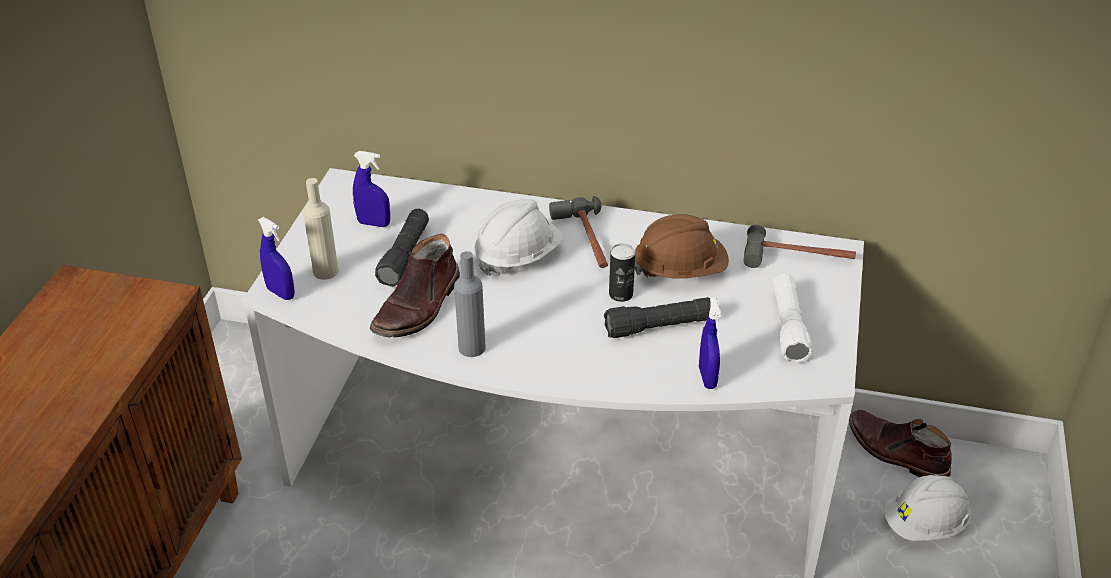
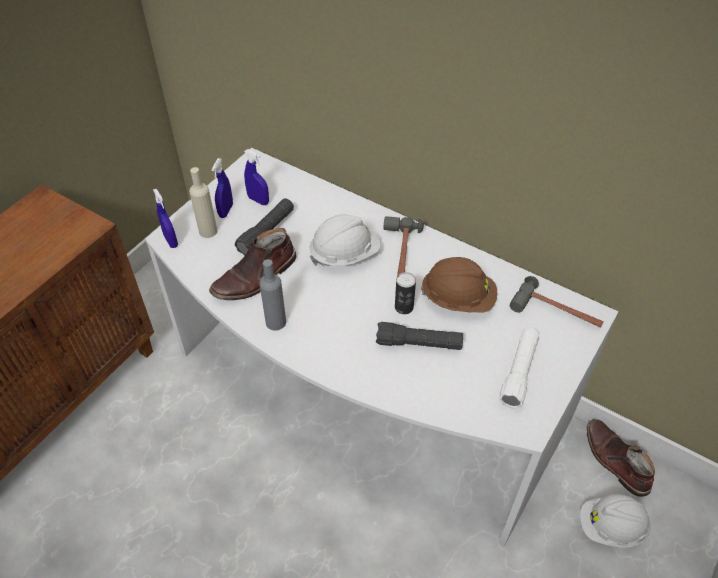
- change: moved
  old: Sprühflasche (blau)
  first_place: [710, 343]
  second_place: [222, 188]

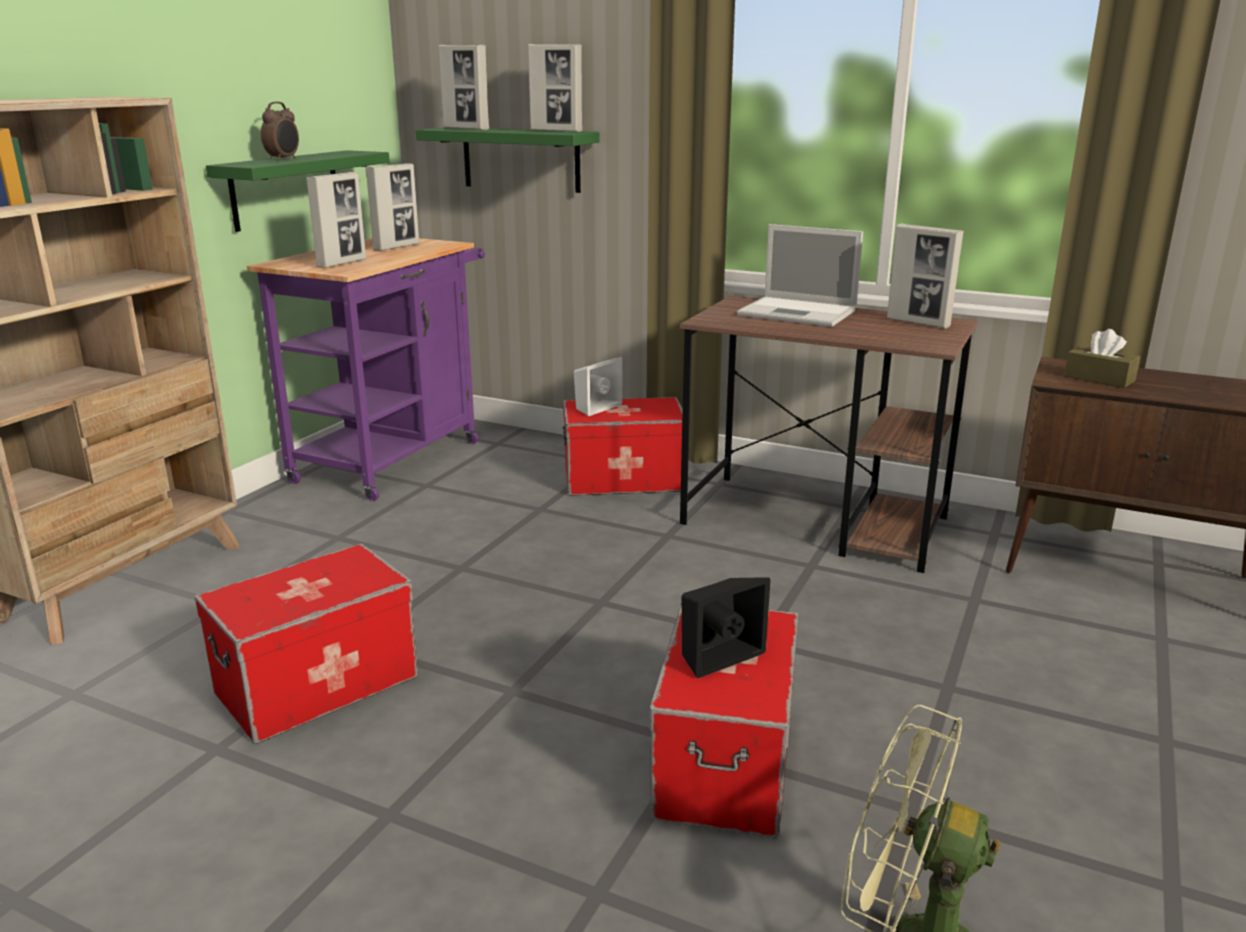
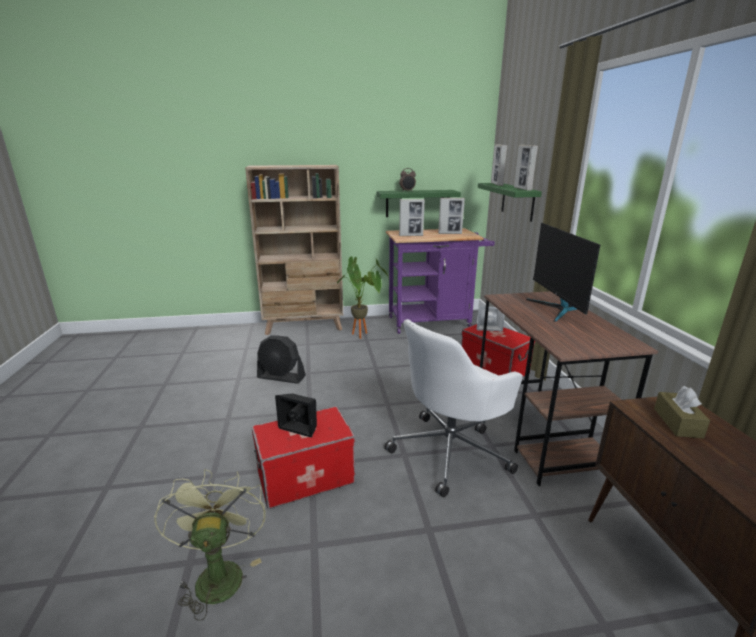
- change: replaced
  old: Aufbewahrungsbox
  new: Ventilator (schwarz)
  first_place: [306, 644]
  second_place: [281, 359]
- change: replaced
  old: Laptop
  new: Monitor
  first_place: [800, 275]
  second_place: [563, 272]
- change: removed
  old: Bilderrahmen
  first_place: [925, 276]
- change: added
  new: Topfpflanze
  second_place: [363, 297]
- change: added
  new: Bürostuhl (weiß)
  second_place: [453, 408]

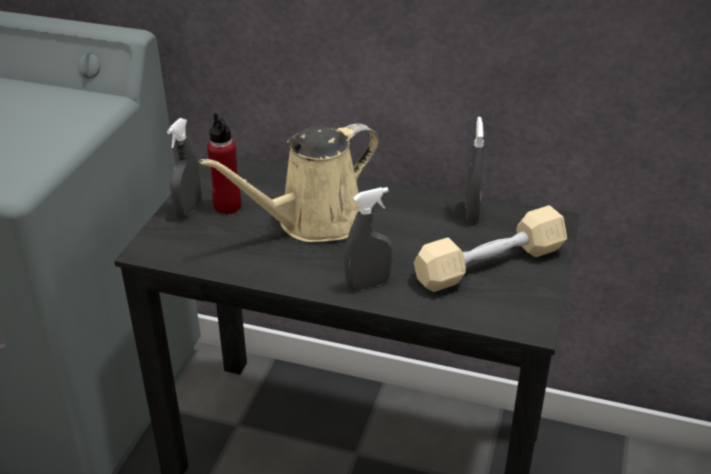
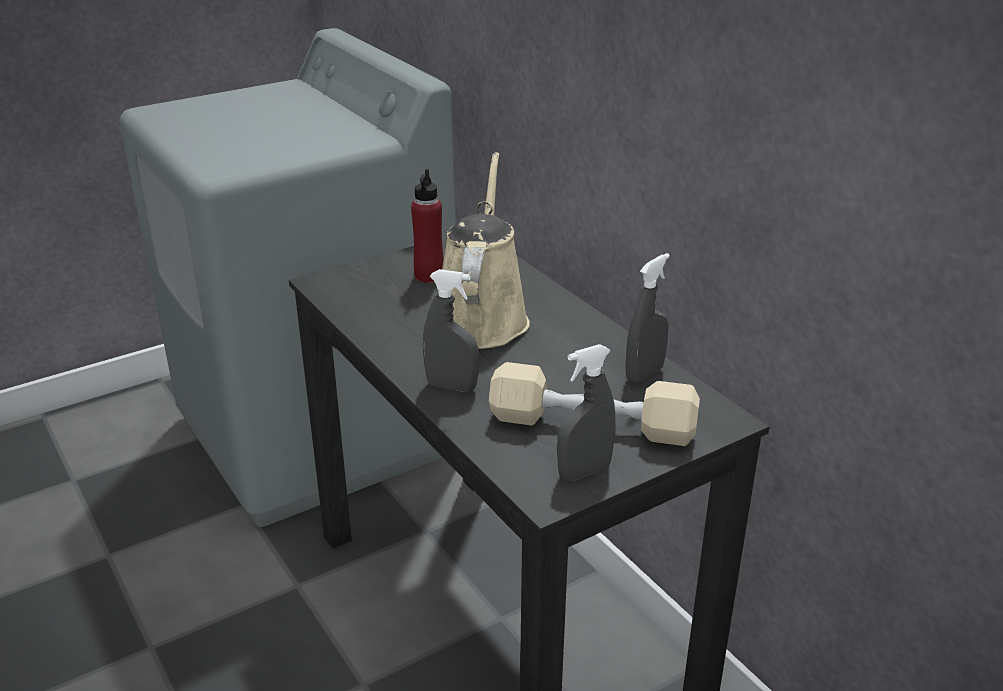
- change: moved
  old: Sprühflasche (grau)
  first_place: [184, 168]
  second_place: [586, 412]
- change: turned
  old: Gießkanne (beige)
  first_place: [289, 182]
  second_place: [486, 250]
  degrees: 90

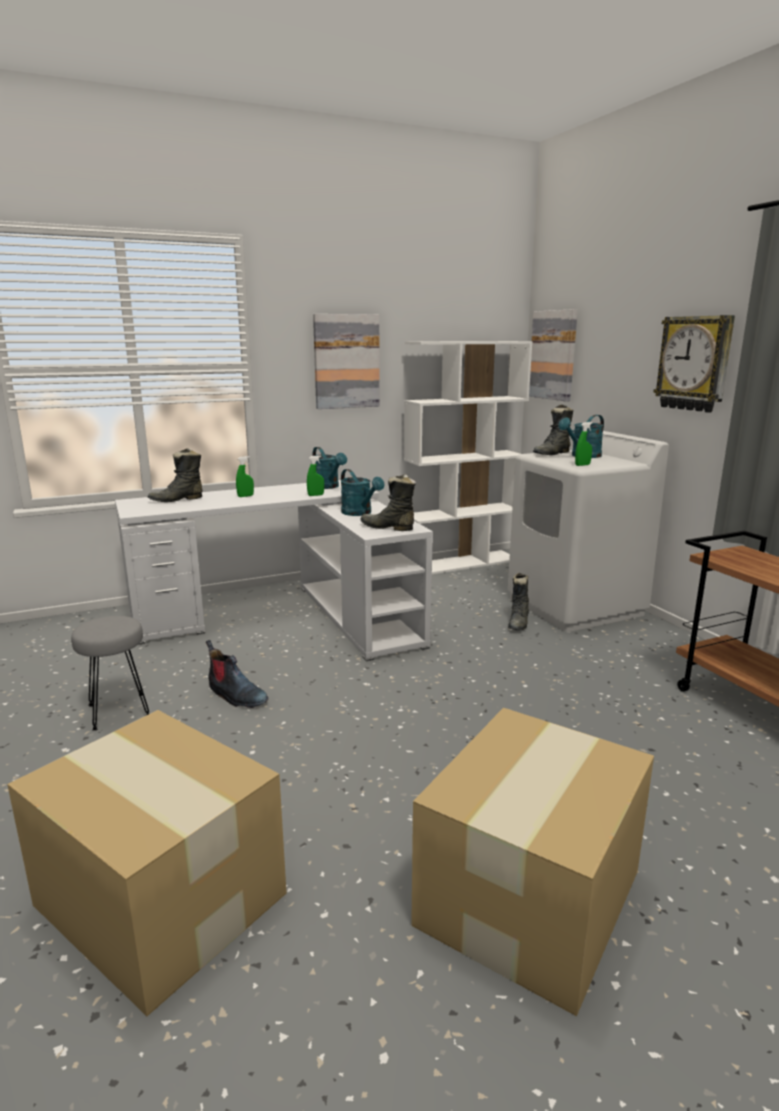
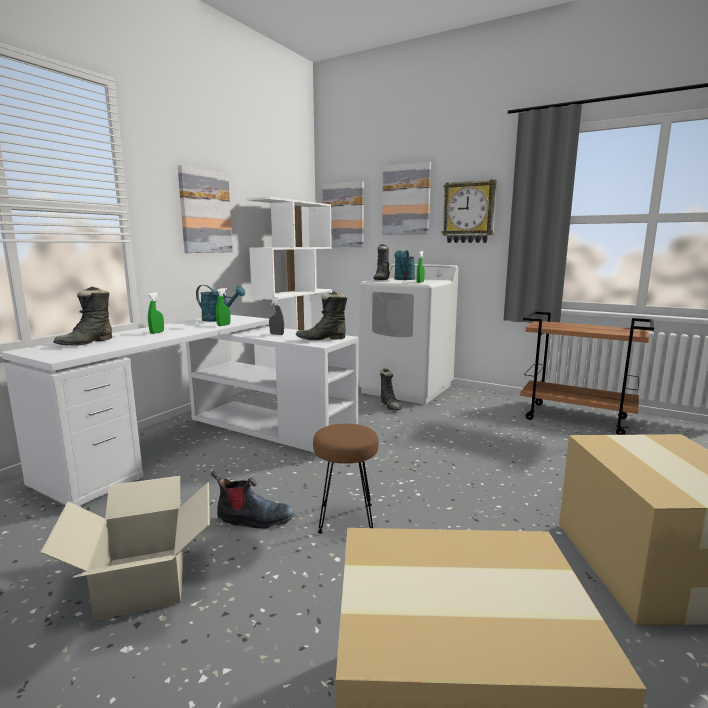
- change: replaced
  old: Hocker (grau)
  new: Karton
  first_place: [110, 673]
  second_place: [125, 548]
- change: replaced
  old: Gießkanne (türkis)
  new: Sprühflasche (grau)
  first_place: [362, 492]
  second_place: [276, 316]
- change: added
  new: Hocker (braun)
  second_place: [346, 479]
- change: added
  new: Bild
  second_place: [406, 198]

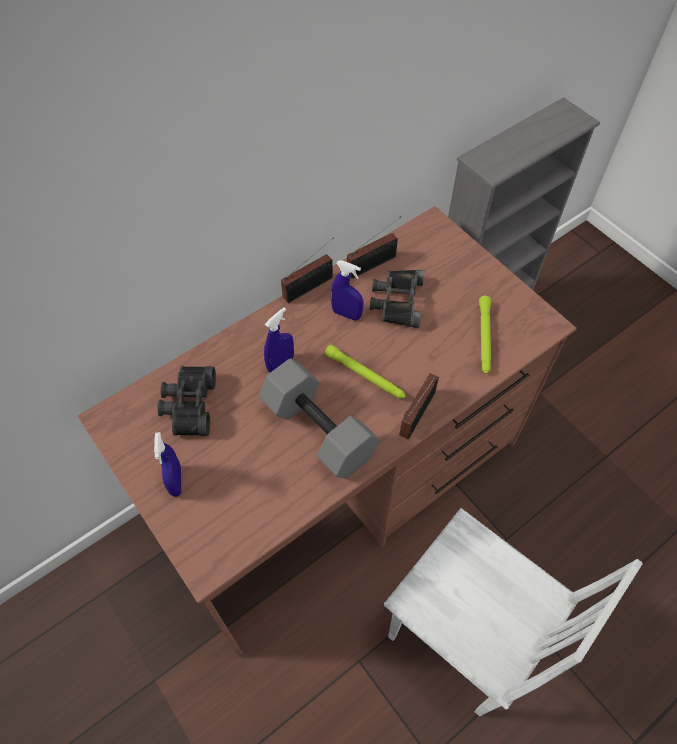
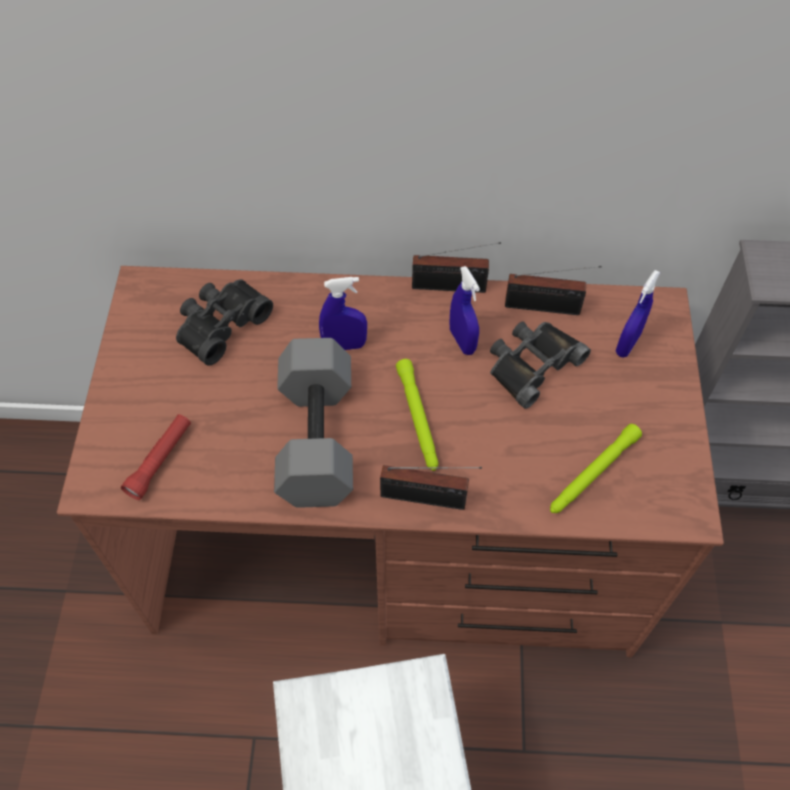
- change: moved
  old: Sprühflasche (blau)
  first_place: [168, 464]
  second_place: [638, 313]
- change: turned
  old: Radio
  first_place: [419, 406]
  second_place: [431, 487]
  degrees: -150
- change: added
  new: Taschenlampe (rot)
  second_place: [156, 457]

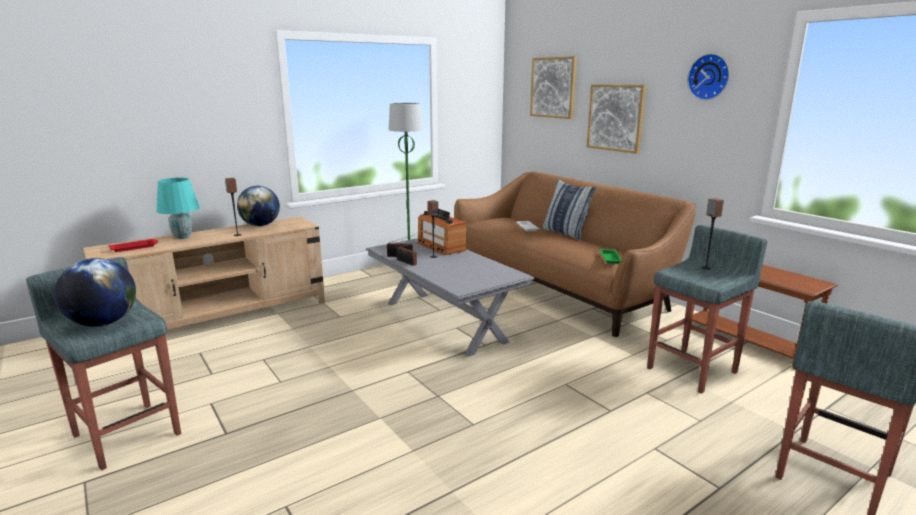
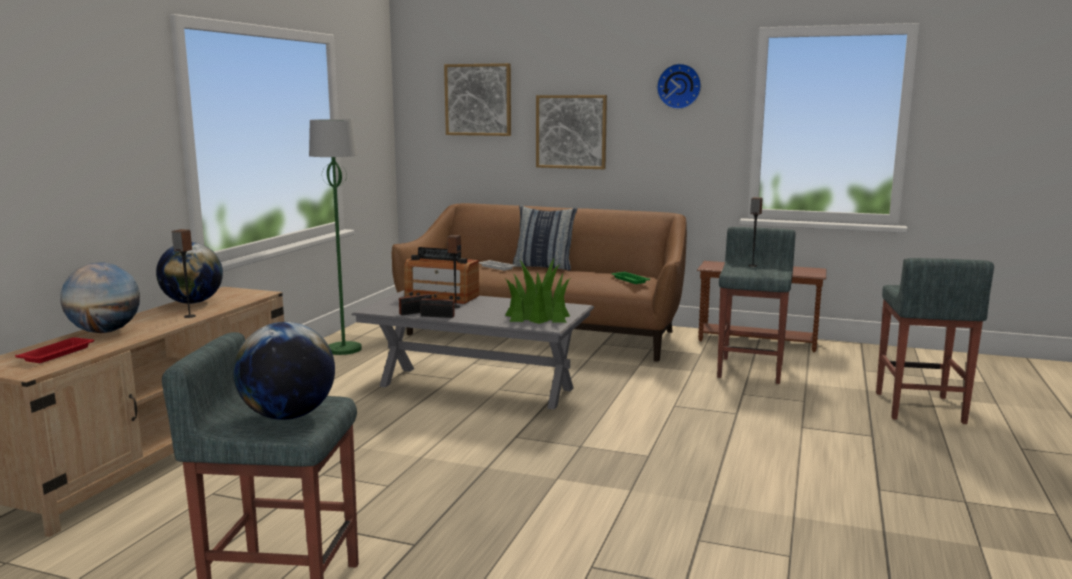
- change: replaced
  old: Tischlampe (türkis)
  new: Globus
  first_place: [178, 208]
  second_place: [100, 298]
- change: added
  new: Topfpflanze
  second_place: [537, 291]

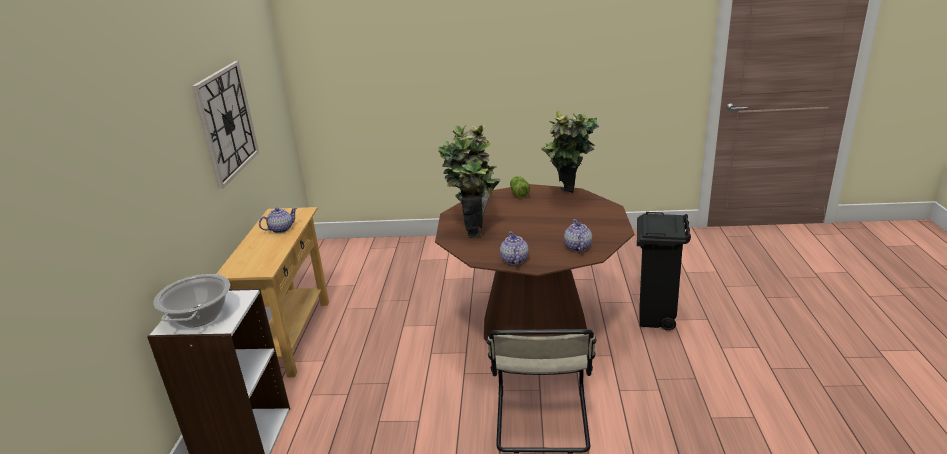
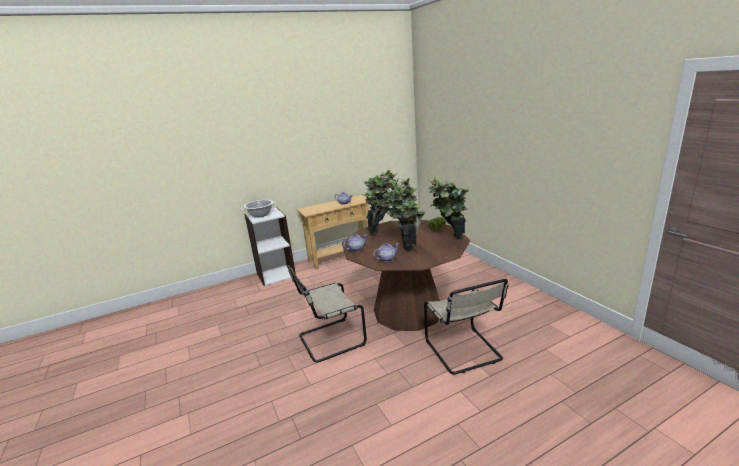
- change: removed
  old: Wanduhr
  first_place: [225, 125]
- change: replaced
  old: Mülleimer (schwarz)
  new: Stuhl (beige)
  first_place: [664, 271]
  second_place: [466, 327]
- change: added
  new: Topfpflanze
  second_place: [404, 215]

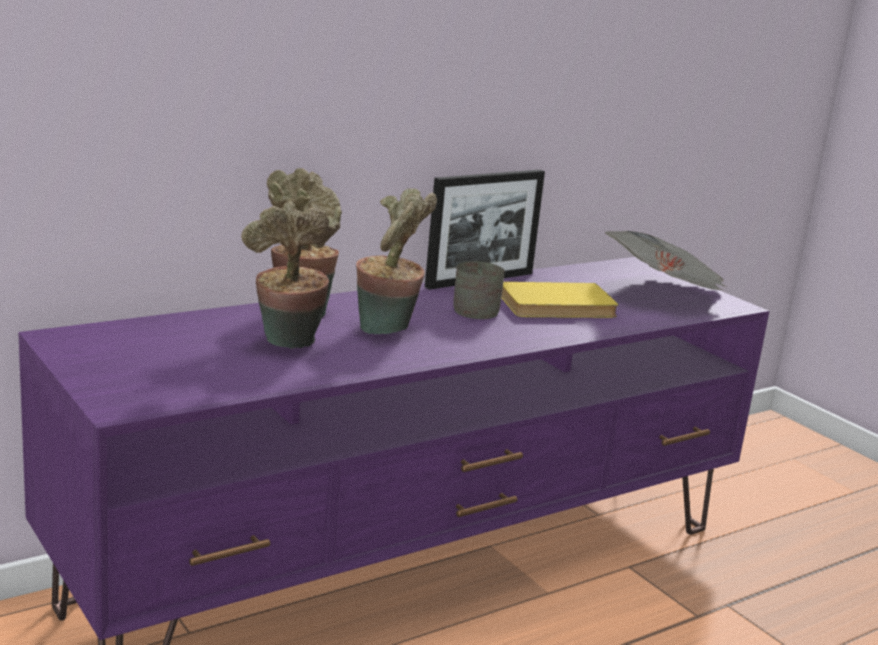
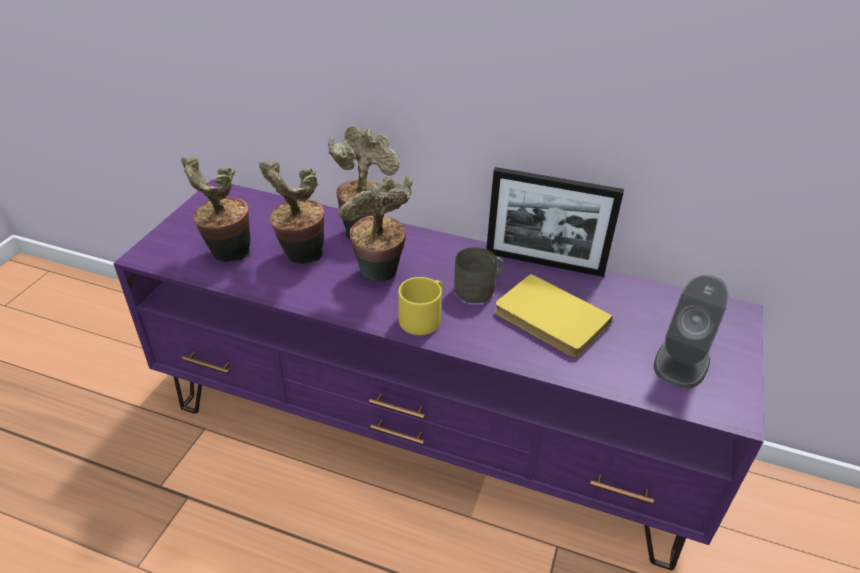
- change: replaced
  old: Zeitung
  new: Lautsprecher (grau)
  first_place: [665, 260]
  second_place: [691, 332]
- change: added
  new: Topfpflanze
  second_place: [215, 209]
- change: added
  new: Henkelbecher (gelb)
  second_place: [420, 306]

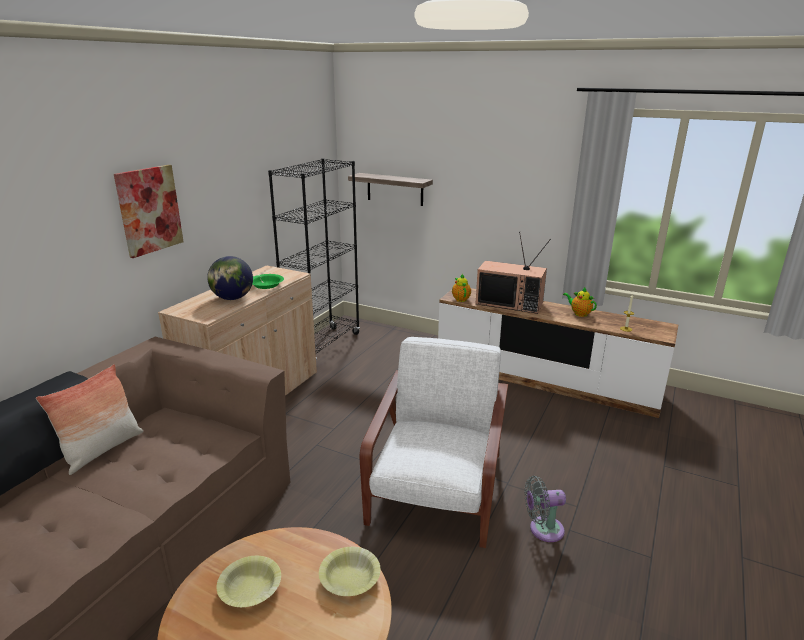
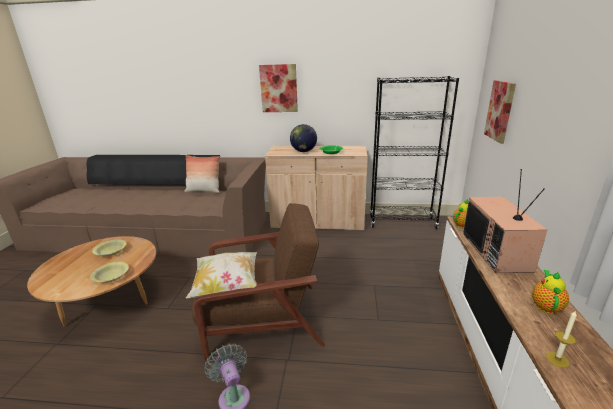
- change: replaced
  old: Wandregal
  new: Bild
  first_place: [390, 189]
  second_place: [500, 112]
- change: recoloured
  old: Sessel (weiß)
  new: Sessel (braun)
  first_place: [434, 442]
  second_place: [258, 281]
- change: added
  new: Kissen
  second_place: [221, 275]

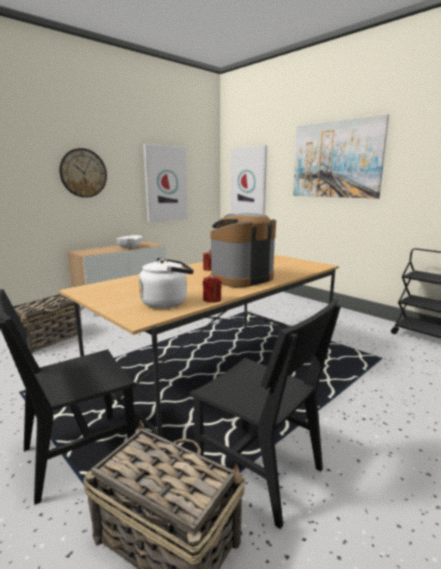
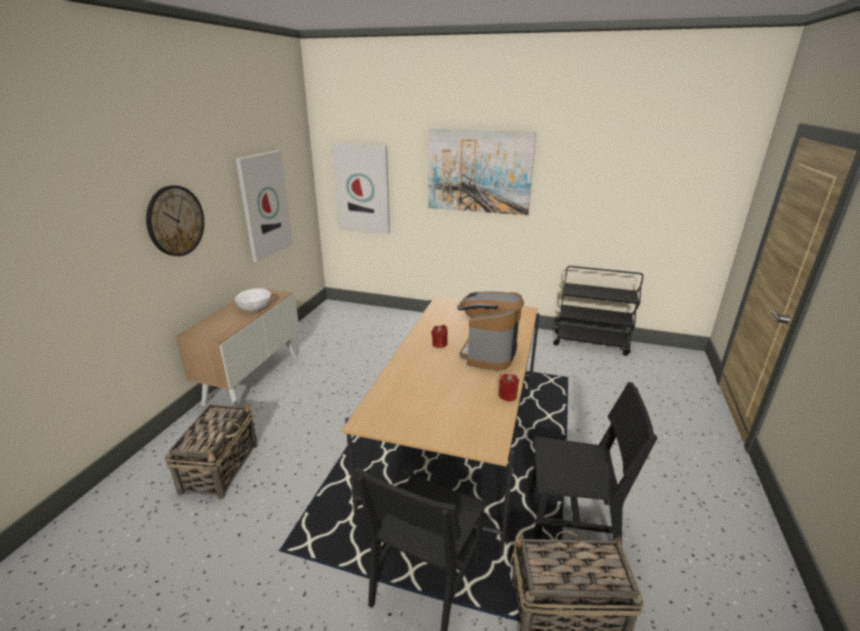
- change: removed
  old: Wasserkessel (weiß)
  first_place: [166, 283]

